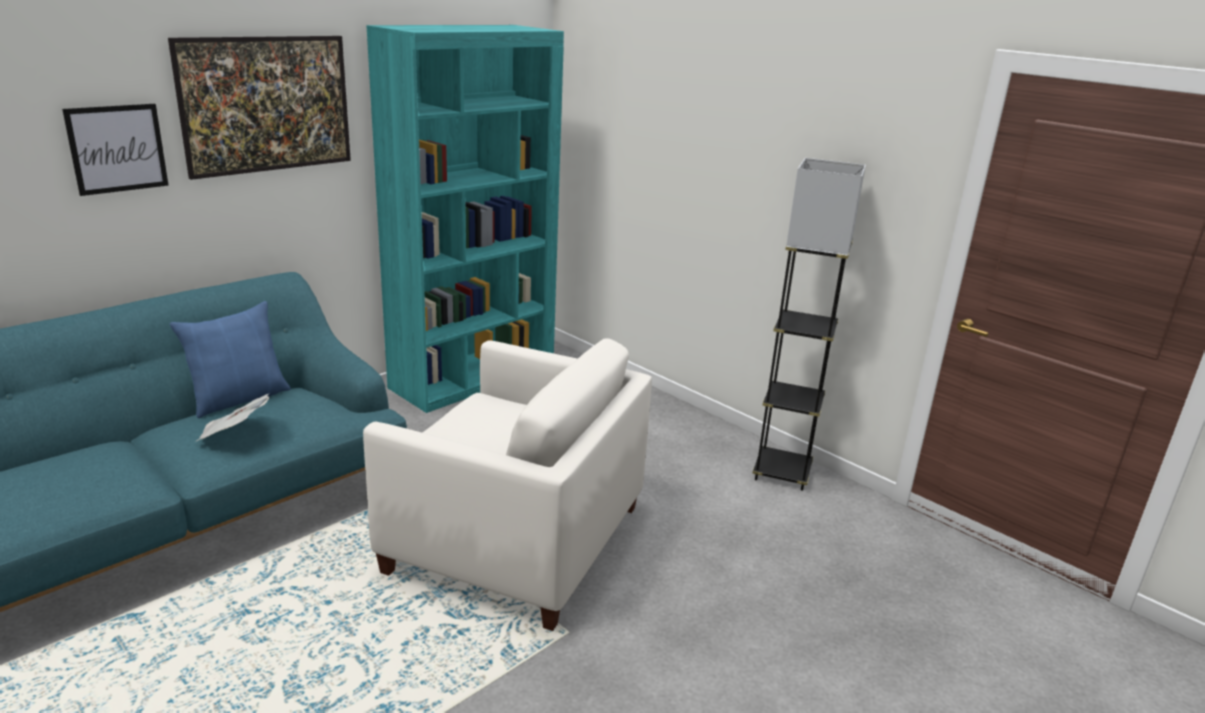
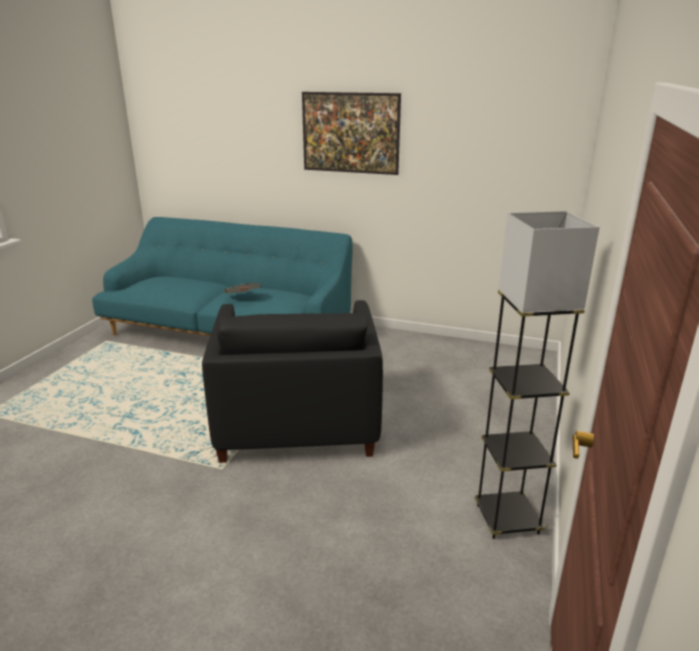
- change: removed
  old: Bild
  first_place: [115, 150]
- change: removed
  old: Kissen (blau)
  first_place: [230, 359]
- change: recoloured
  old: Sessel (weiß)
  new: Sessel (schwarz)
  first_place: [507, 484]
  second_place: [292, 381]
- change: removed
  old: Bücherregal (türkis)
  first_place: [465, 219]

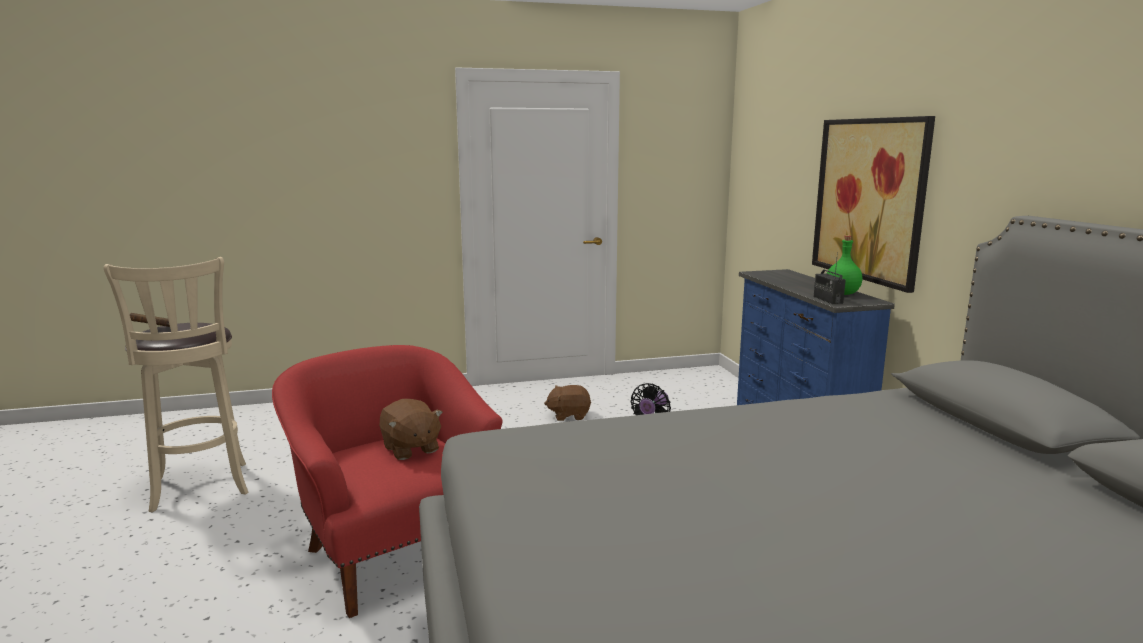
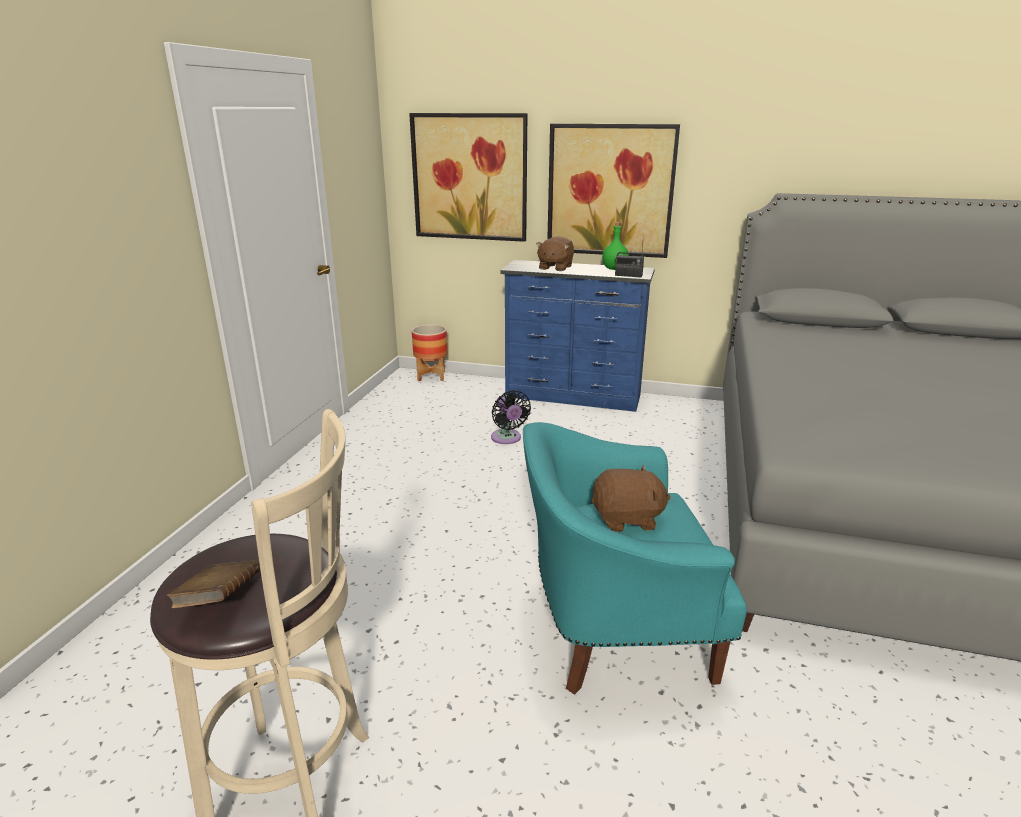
- change: recoloured
  old: Sessel (rot)
  new: Sessel (türkis)
  first_place: [387, 481]
  second_place: [635, 558]
- change: moved
  old: Plüschtier (braun)
  first_place: [567, 403]
  second_place: [555, 253]
- change: added
  new: Bild
  second_place: [468, 177]
- change: added
  new: Pflanzkübel
  second_place: [429, 353]

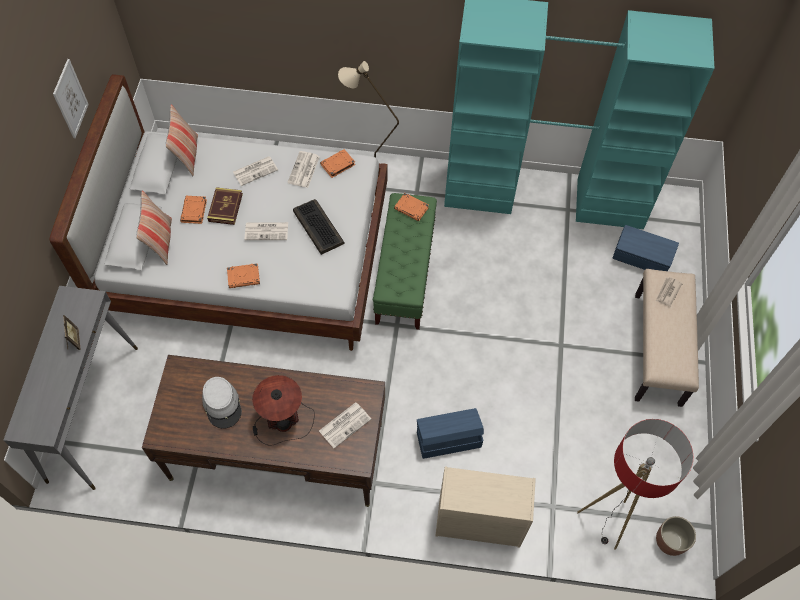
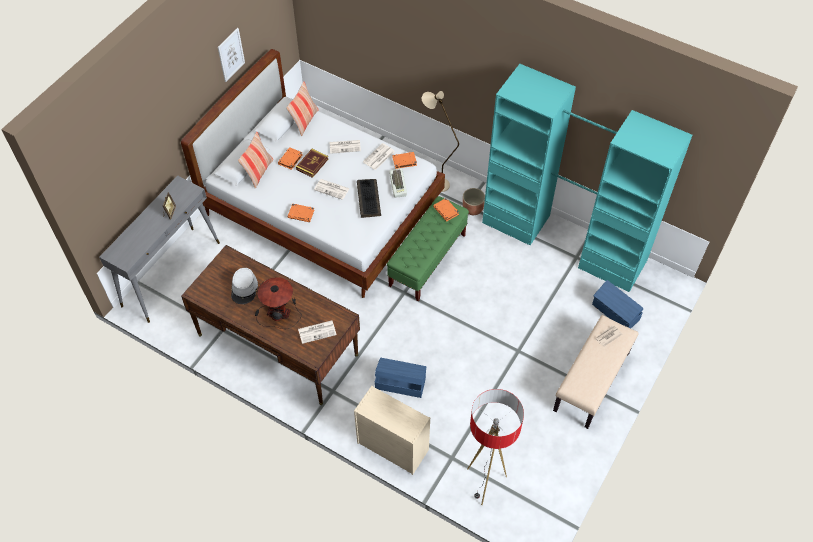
- change: moved
  old: Pflanzkübel
  first_place: [676, 536]
  second_place: [474, 201]
- change: added
  new: Tastatur
  second_place: [398, 183]

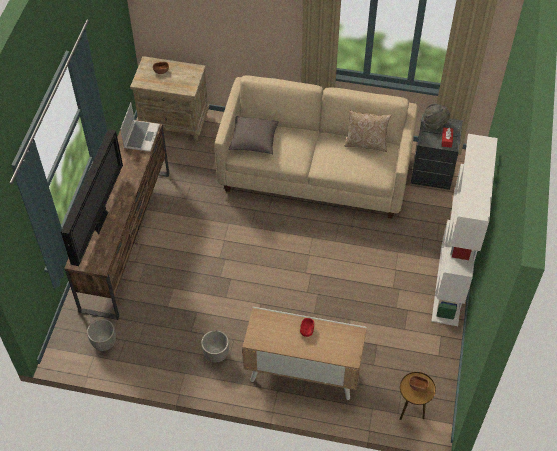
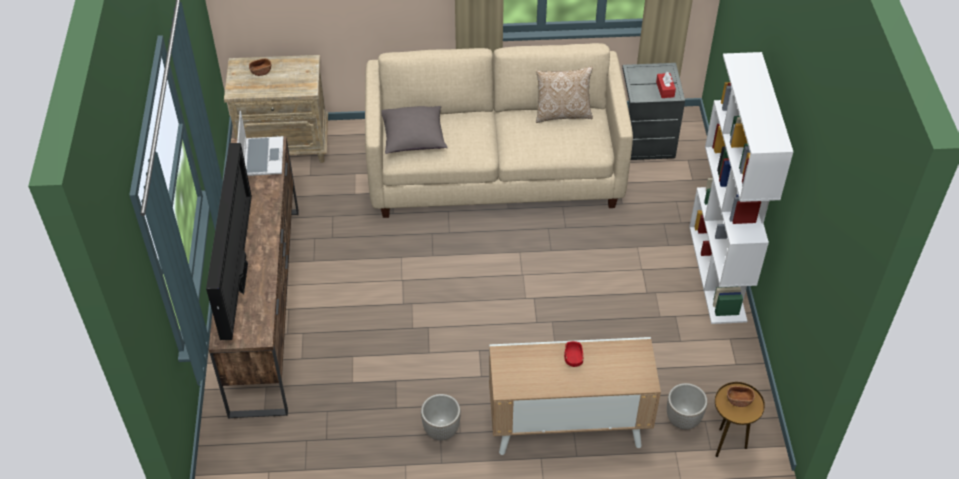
- change: moved
  old: Pflanzkübel
  first_place: [101, 335]
  second_place: [687, 406]
- change: removed
  old: Hut (grau)
  first_place: [436, 117]

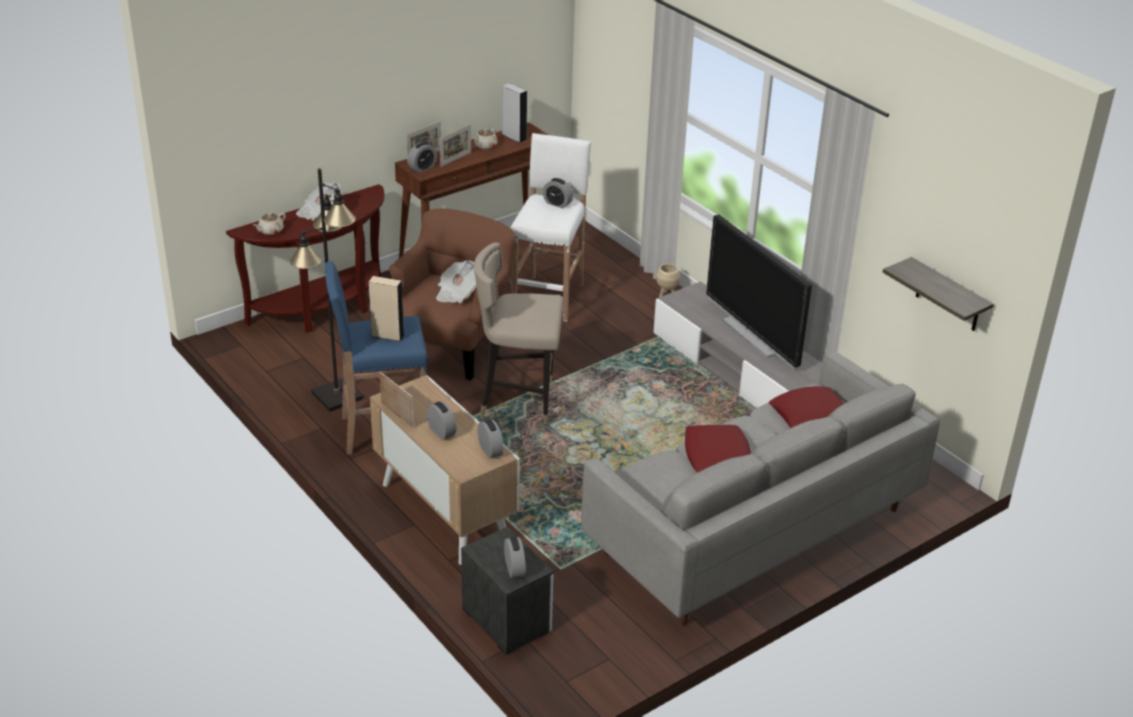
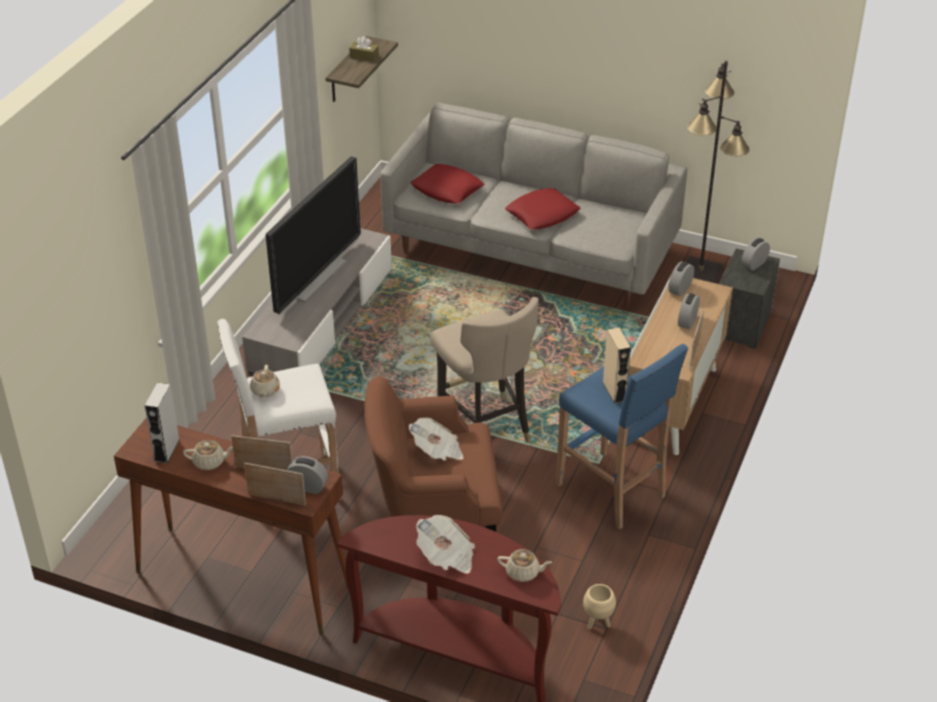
- change: moved
  old: Stehlampe (schwarz)
  first_place: [326, 290]
  second_place: [717, 172]
- change: replaced
  old: Wecker
  new: Teekanne (beige)
  first_place: [558, 193]
  second_place: [265, 381]
- change: moved
  old: Pflanzkübel (beige)
  first_place: [668, 280]
  second_place: [599, 606]
- change: added
  new: Taschentuchbox (braun)
  second_place: [364, 49]

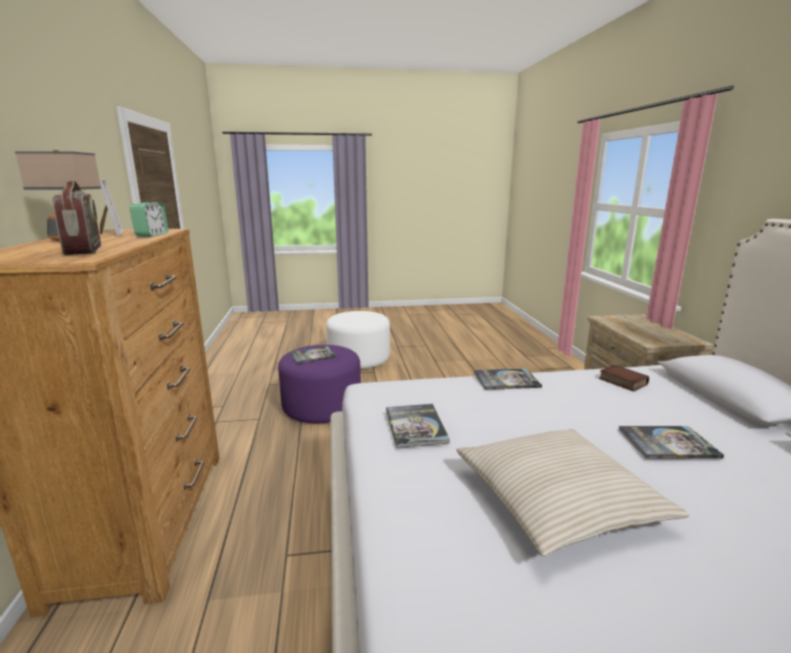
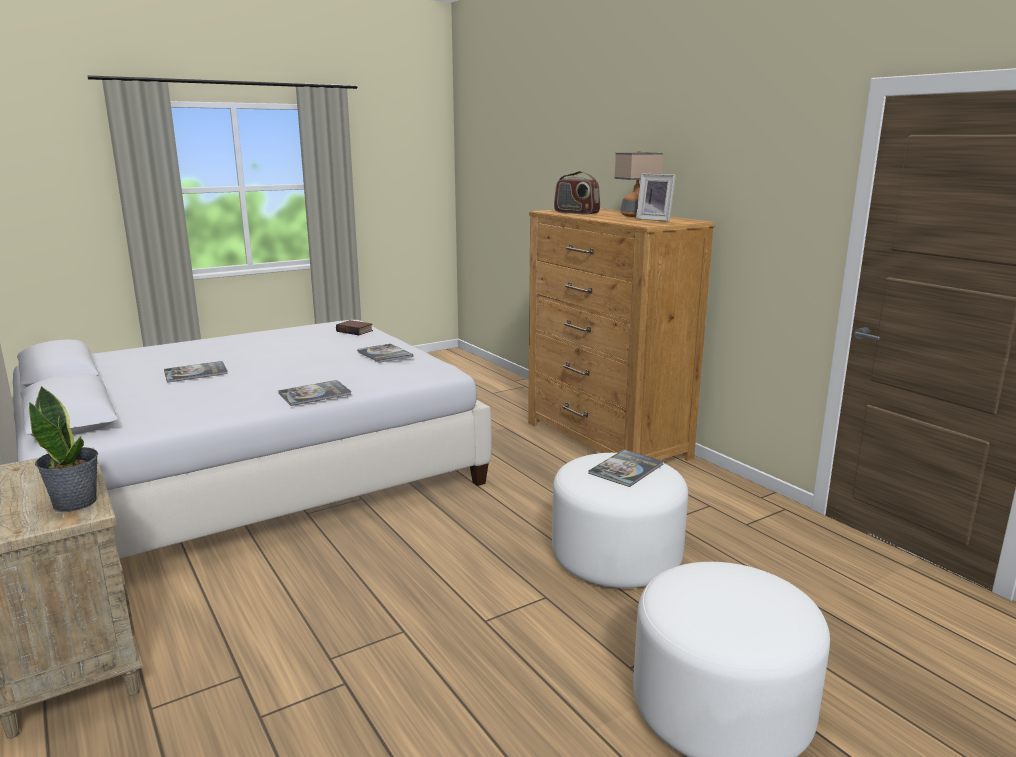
- change: removed
  old: Wecker
  first_place: [149, 219]
- change: recoloured
  old: Polsterhocker (lila)
  new: Polsterhocker (weiß)
  first_place: [319, 384]
  second_place: [620, 520]
- change: removed
  old: Kissen (beige)
  first_place: [573, 493]
- change: moved
  old: Buch
  first_place: [624, 378]
  second_place: [354, 327]
- change: added
  new: Topfpflanze
  second_place: [63, 448]

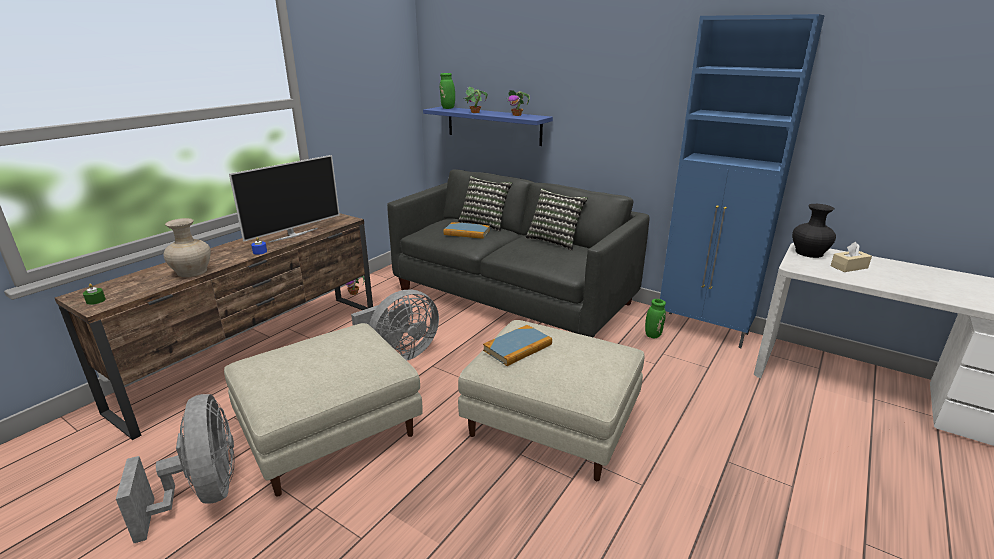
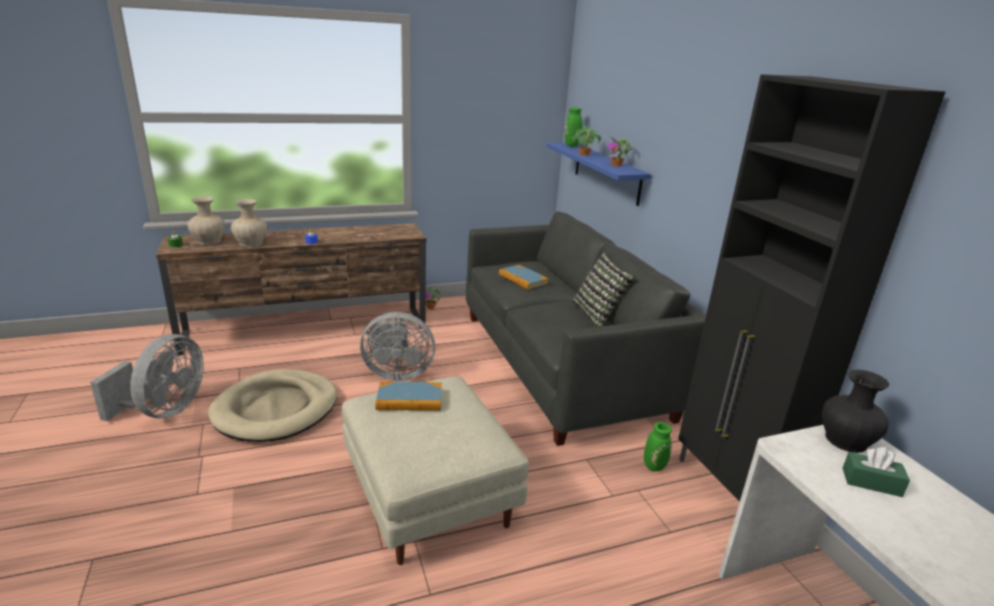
- change: replaced
  old: Polsterhocker (beige)
  new: Hundebett (beige)
  first_place: [323, 410]
  second_place: [272, 405]
- change: removed
  old: Fernseher
  first_place: [284, 198]
- change: removed
  old: Kissen
  first_place: [485, 204]
- change: recoloured
  old: Schrank (blau)
  new: Schrank (schwarz)
  first_place: [742, 181]
  second_place: [811, 288]
- change: recoloured
  old: Taschentuchbox (beige)
  new: Taschentuchbox (grün)
  first_place: [851, 257]
  second_place: [876, 472]
- change: added
  new: Vase (beige)
  second_place: [206, 221]

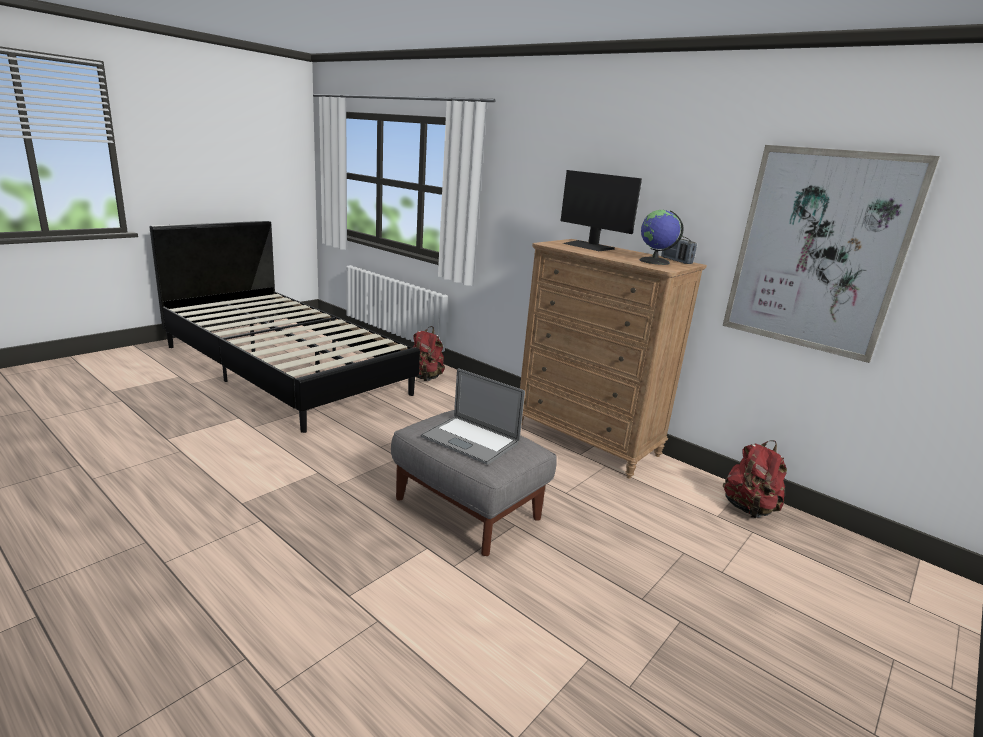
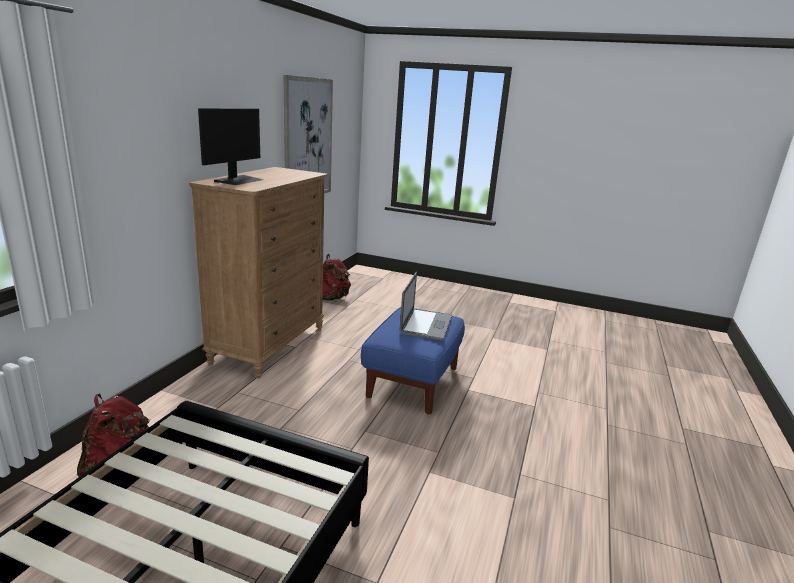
- change: recoloured
  old: Polsterhocker (grau)
  new: Polsterhocker (blau)
  first_place: [474, 483]
  second_place: [413, 361]
- change: removed
  old: Globus
  first_place: [662, 237]
- change: removed
  old: Radio
  first_place: [679, 250]

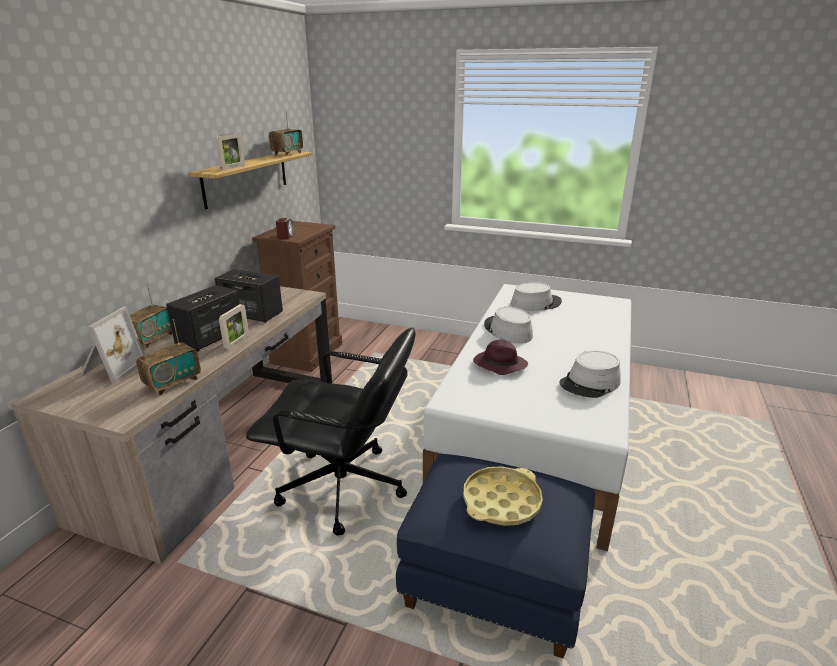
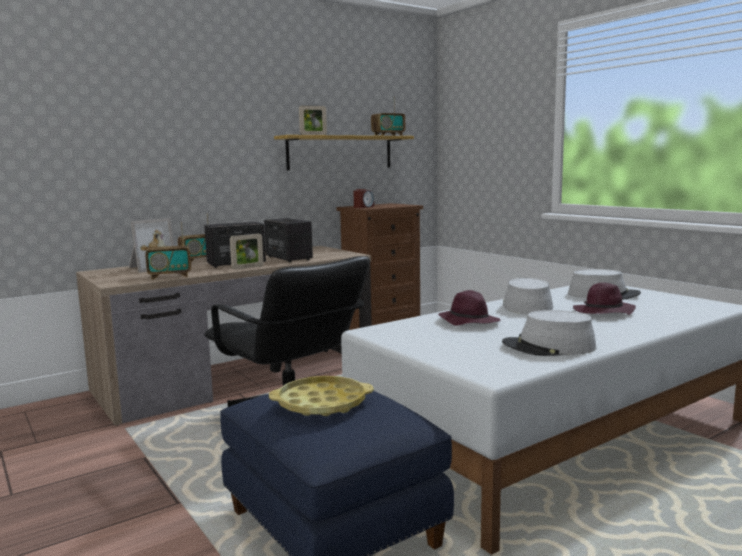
- change: added
  new: Hut (lila)
  second_place: [604, 298]

